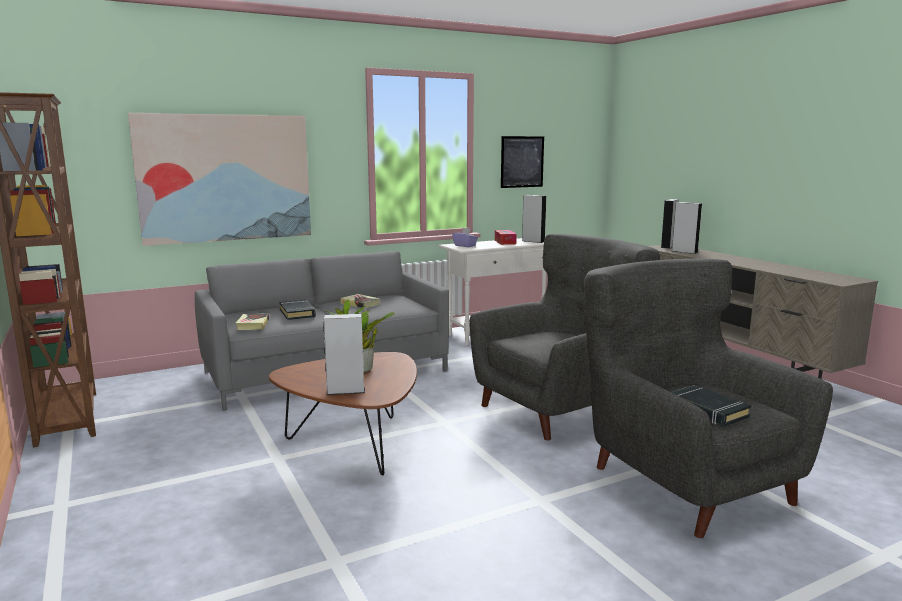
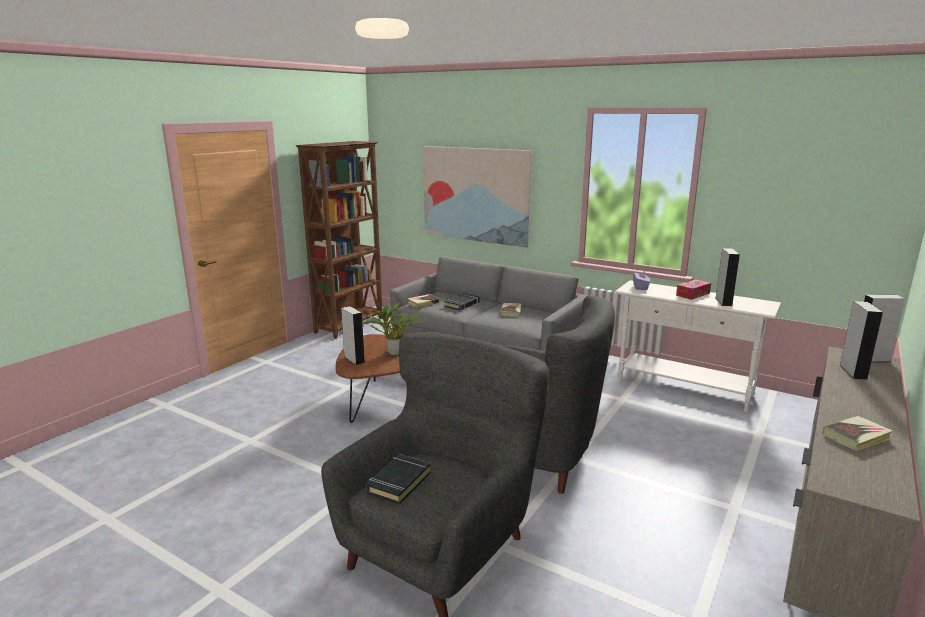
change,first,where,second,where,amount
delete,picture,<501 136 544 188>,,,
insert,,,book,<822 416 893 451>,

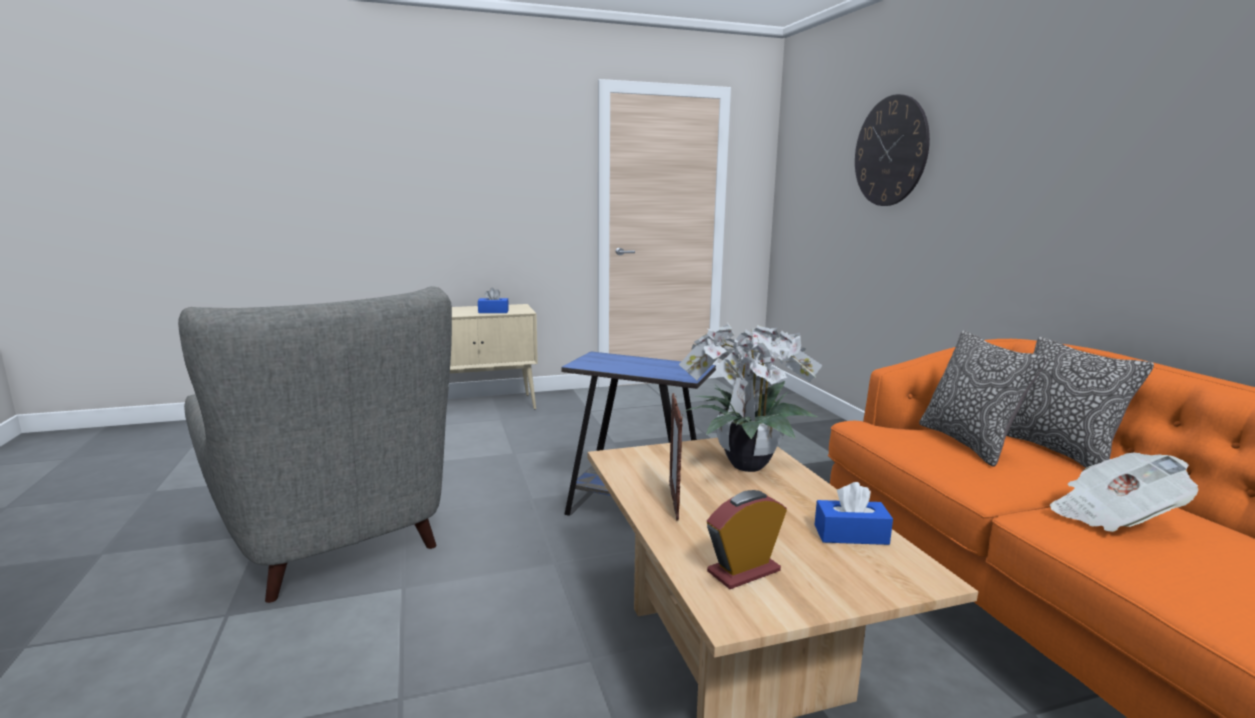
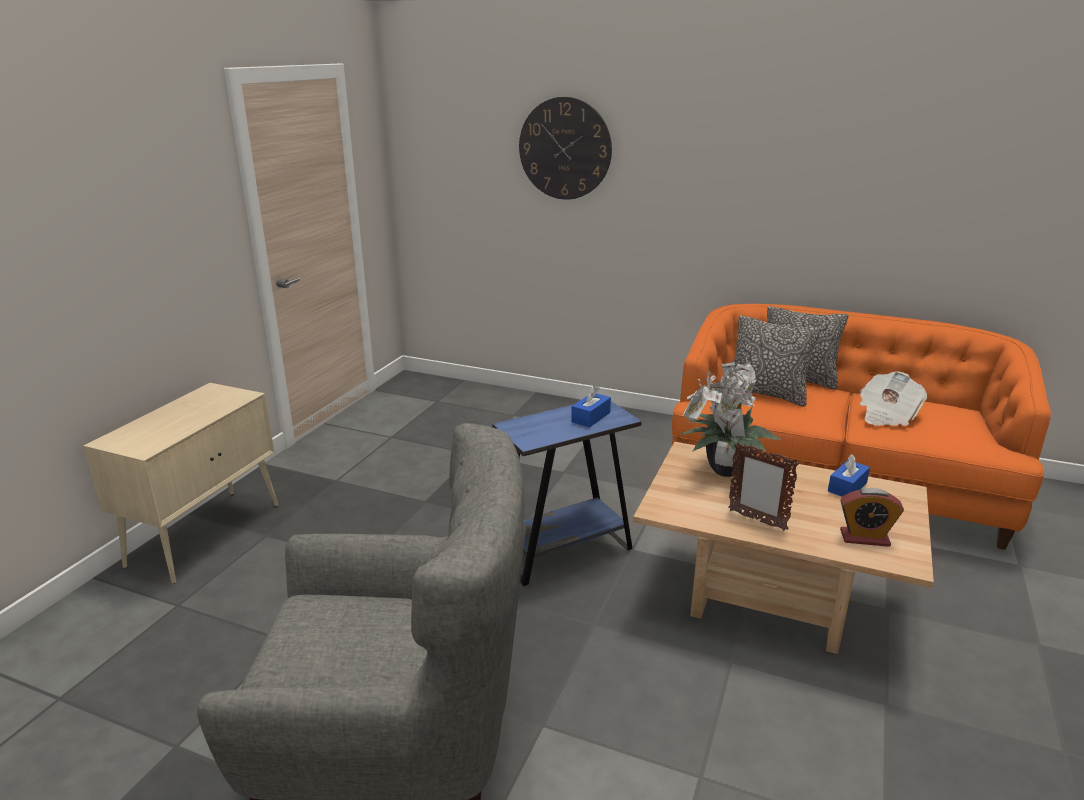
change,first,where,second,where,amount
move,blue tissue box,<478 288 509 313>,,<571 386 611 428>,
rotate,alarm clock,<707 490 787 589>,,<840 488 904 547>,90 degrees counterclockwise

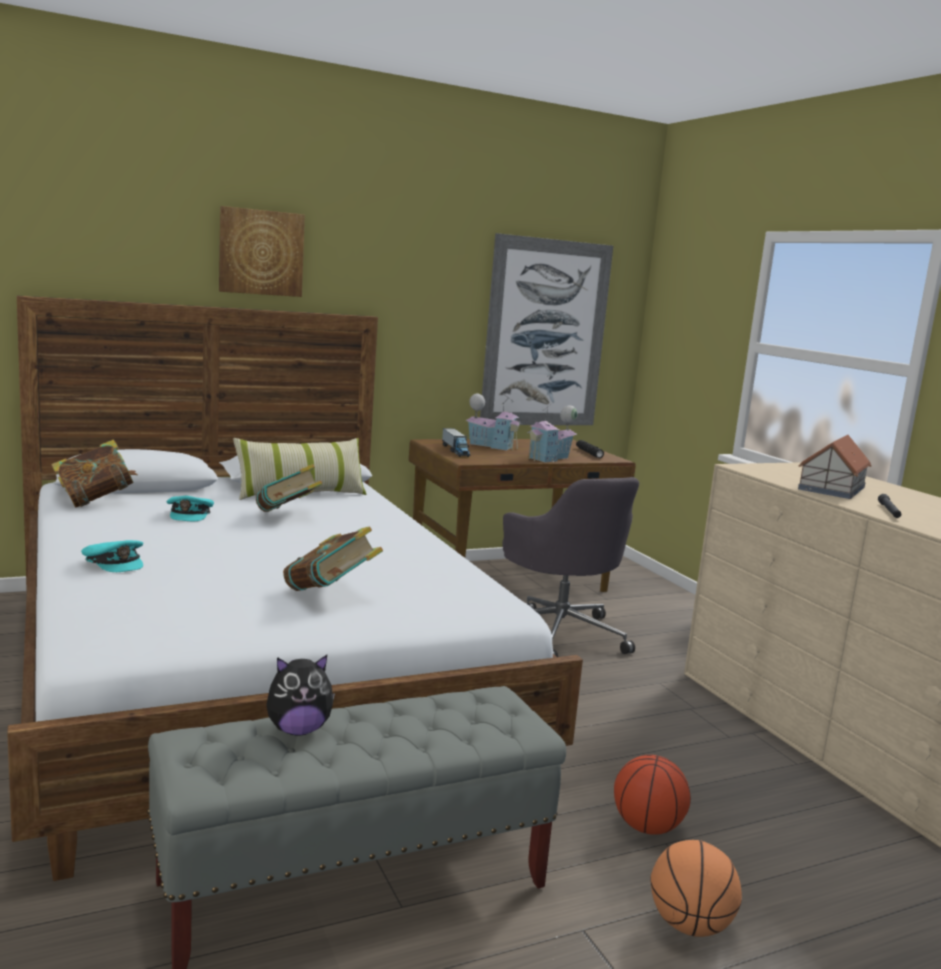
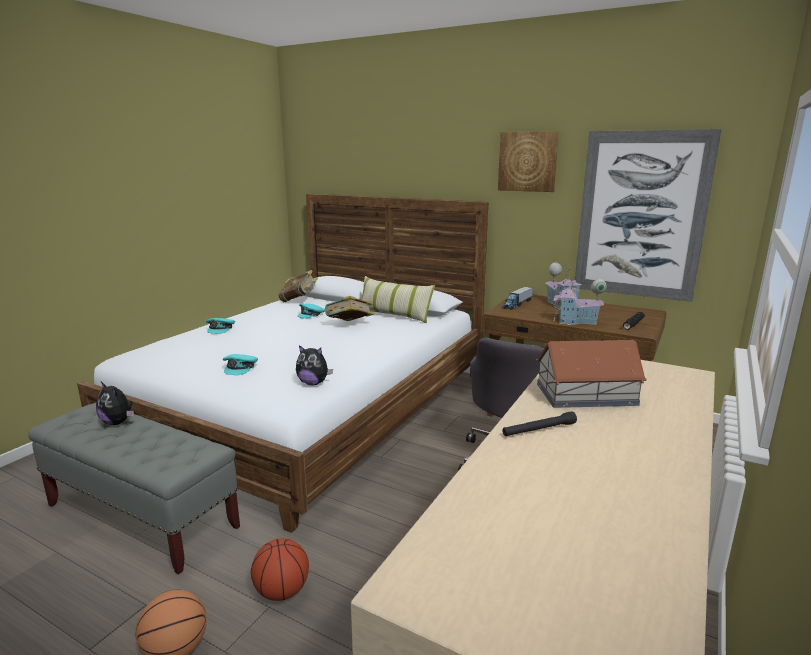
change,first,where,second,where,amount
move,picture,<219 206 305 297>,,<498 131 559 192>,
replace,book,<283 526 383 591>,turquoise cap,<223 354 258 375>,
insert,,,plush toy,<296 345 333 386>,

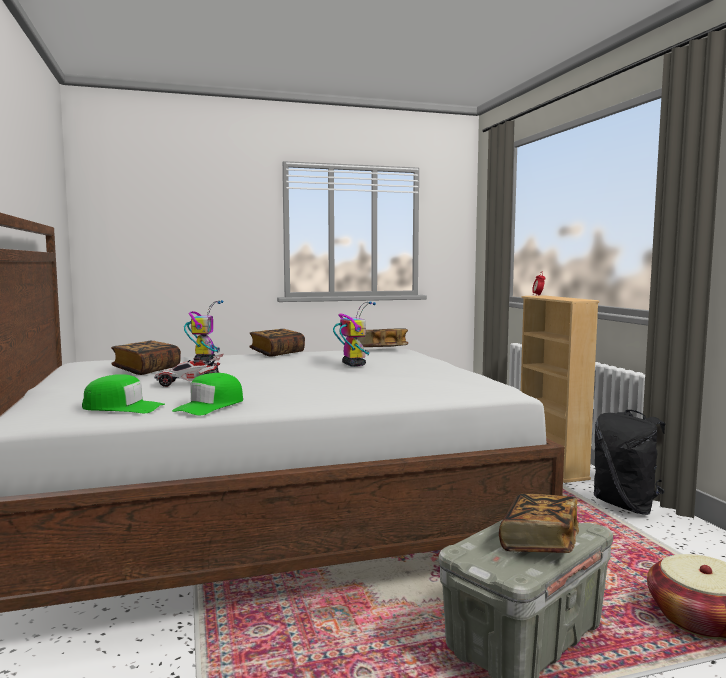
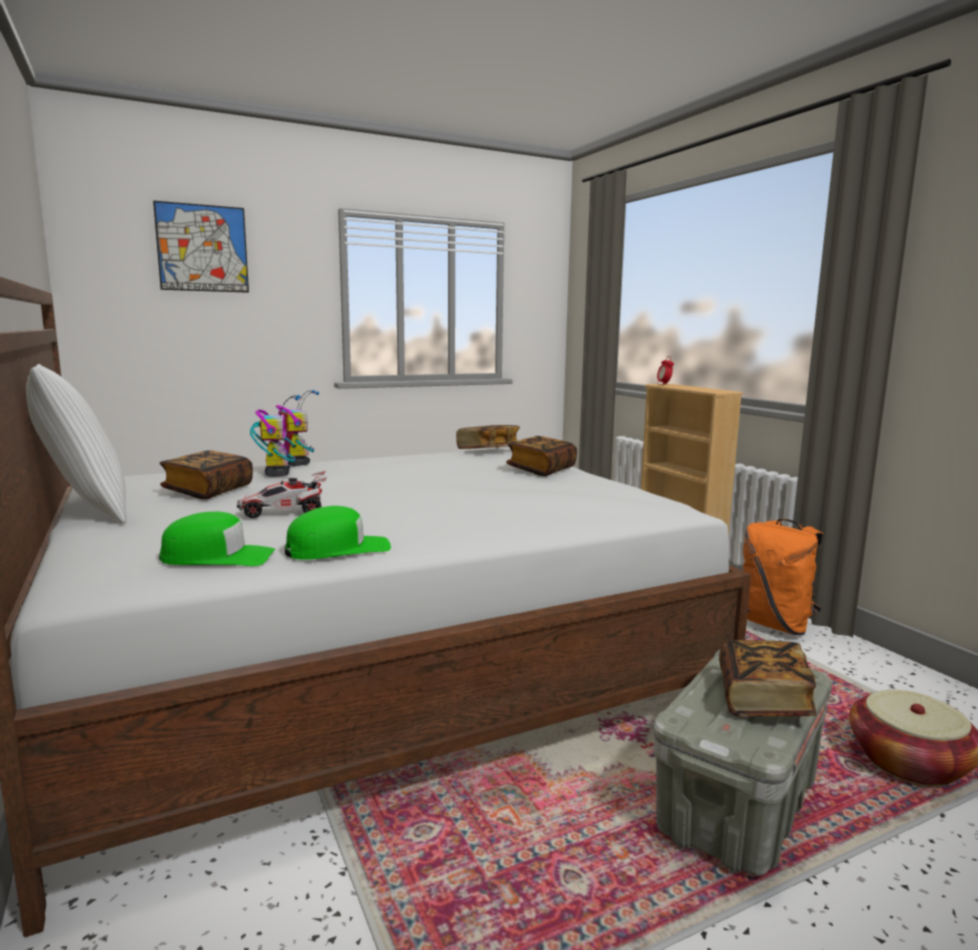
change,first,where,second,where,amount
rotate,green cap,<172 373 243 415>,,<285 506 391 560>,135 degrees counterclockwise
move,book,<249 329 305 357>,,<506 436 577 476>,
move,toy robot,<333 301 376 367>,,<276 390 319 466>,
recolor,black backpack,<594 410 665 515>,orange backpack,<743 519 823 635>,
insert,,,white pillow,<26 364 126 523>,
insert,,,picture,<153 201 249 293>,

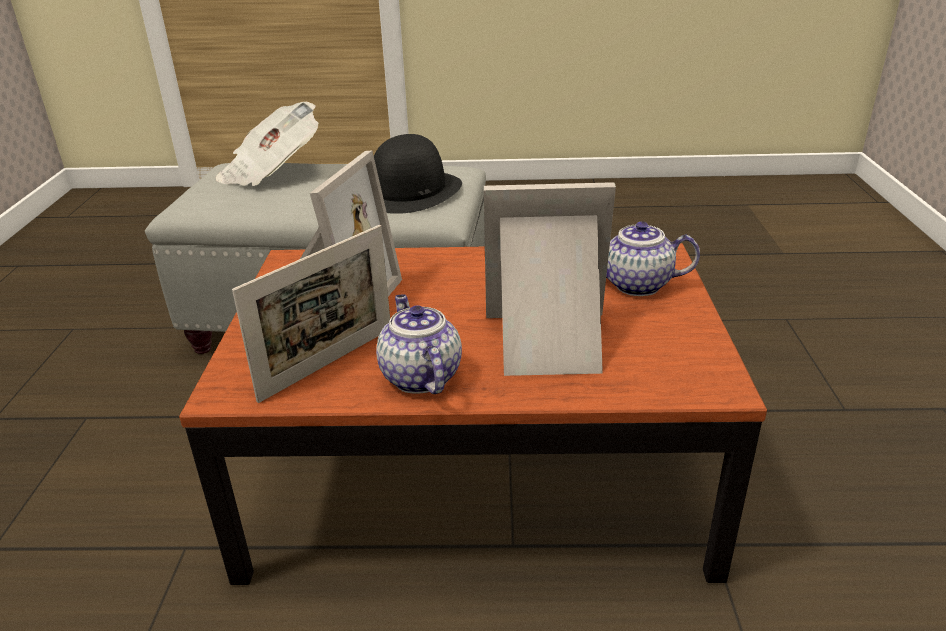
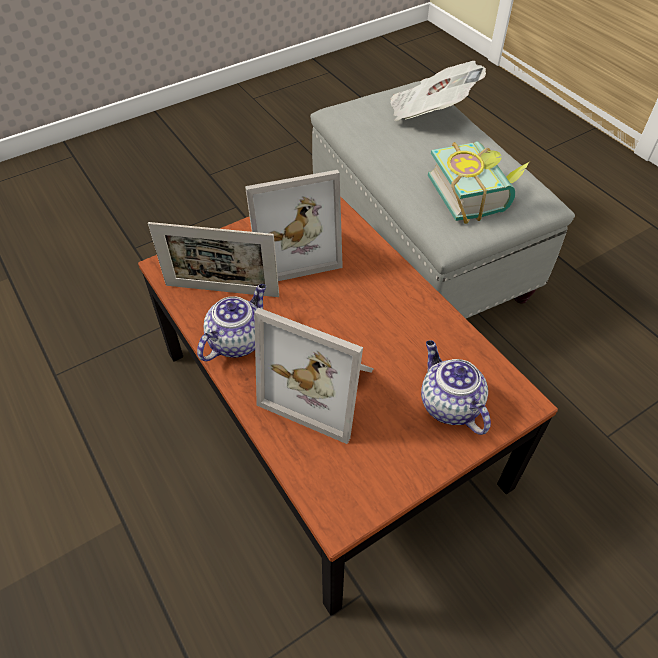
change,first,where,second,where,amount
replace,black hat,<374 134 462 214>,book,<428 141 529 224>,
rotate,picture frame,<484 182 616 376>,,<254 308 373 444>,150 degrees clockwise

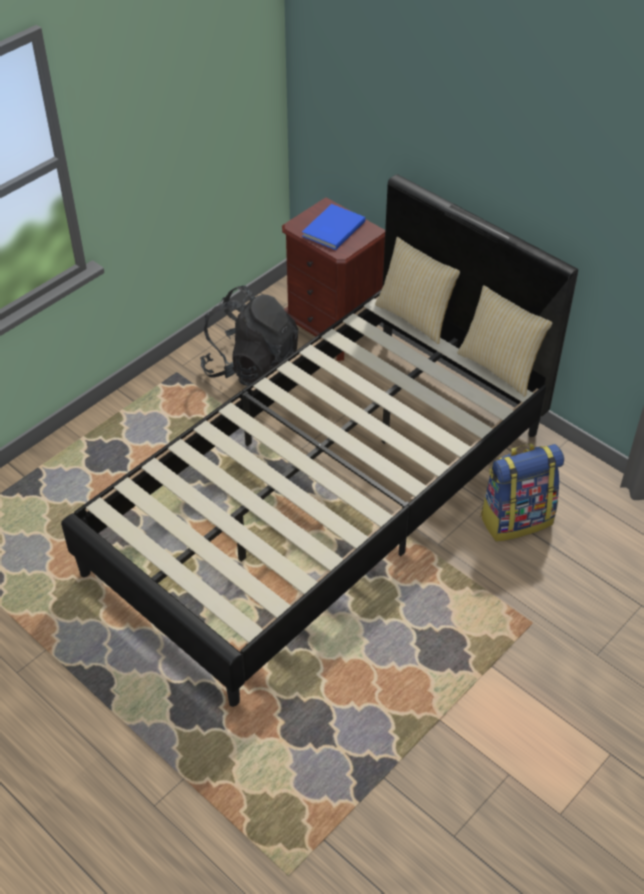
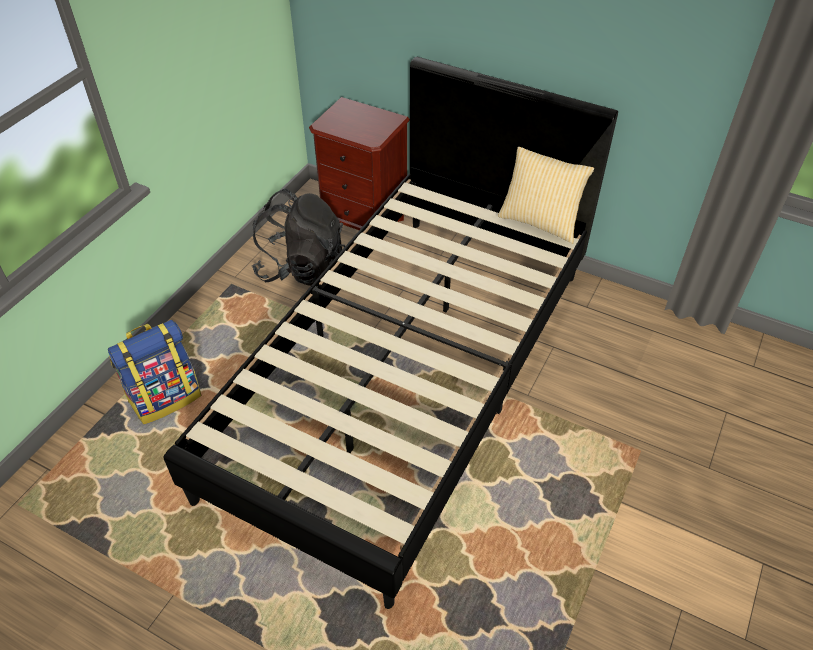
change,first,where,second,where,amount
delete,blue book,<302 204 366 250>,,,
delete,pillow,<375 237 460 344>,,,
move,backpack,<480 444 564 542>,,<108 320 201 424>,

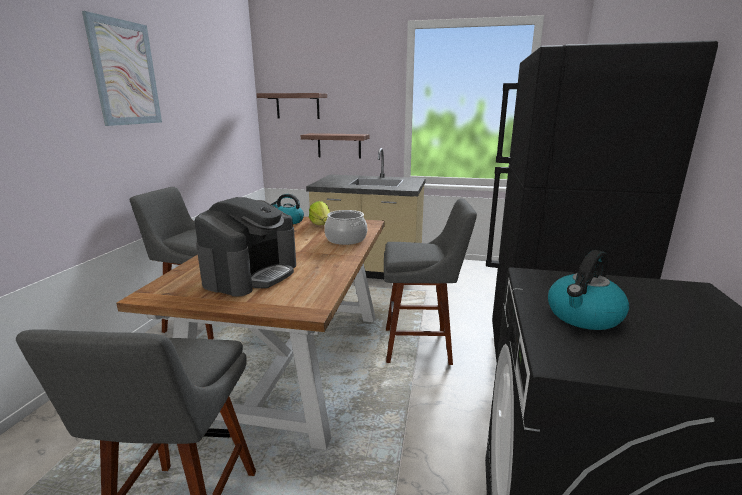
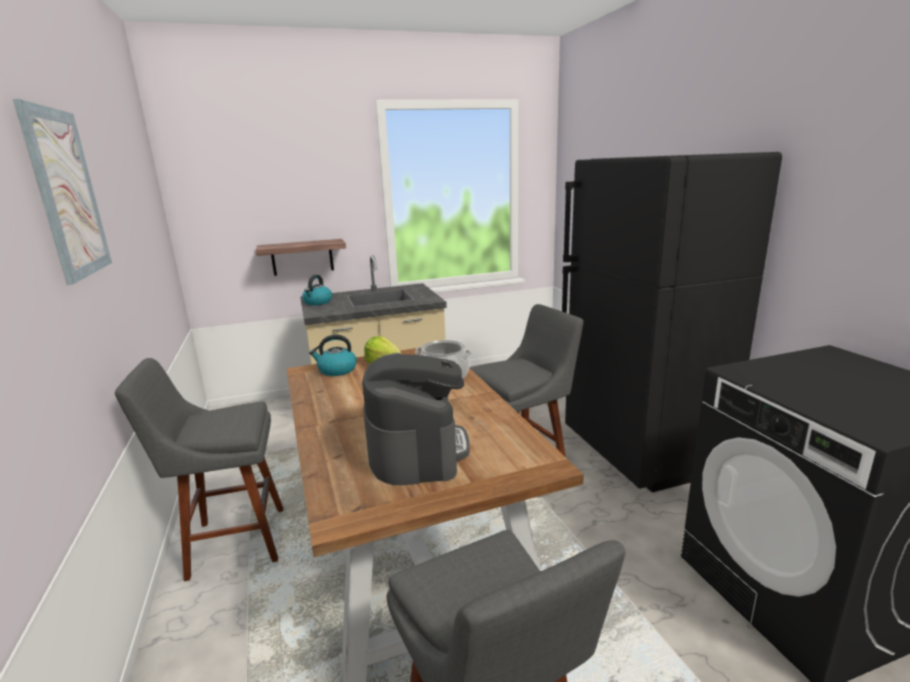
change,first,where,second,where,amount
delete,shelf,<257 93 327 119>,,,
move,kettle,<548 250 629 330>,,<302 275 332 305>,

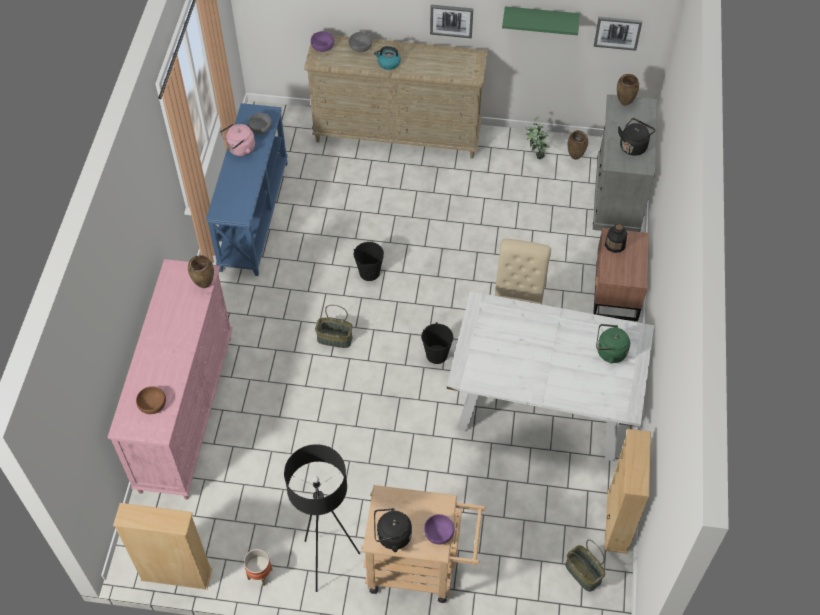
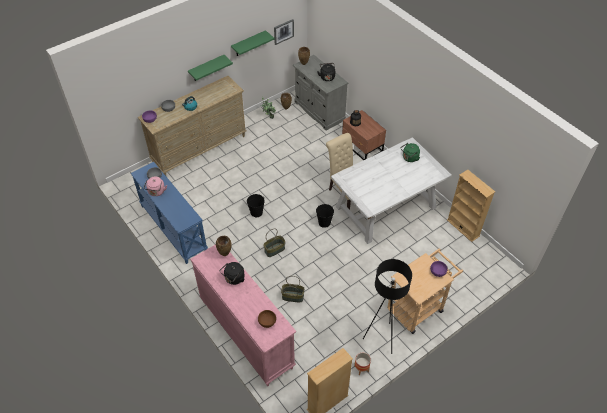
change,first,where,second,where,amount
move,black kettle,<374 508 412 552>,,<220 262 245 285>,
replace,picture,<430 5 473 38>,green shelf,<188 55 233 81>,
move,basket,<565 539 605 592>,,<281 276 304 302>,

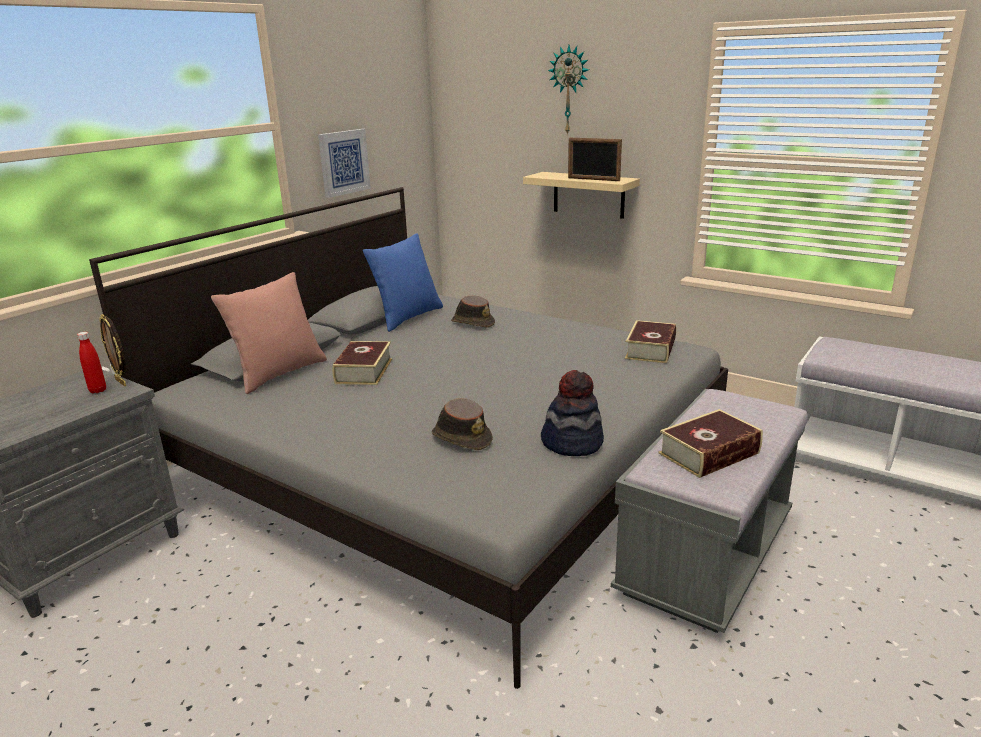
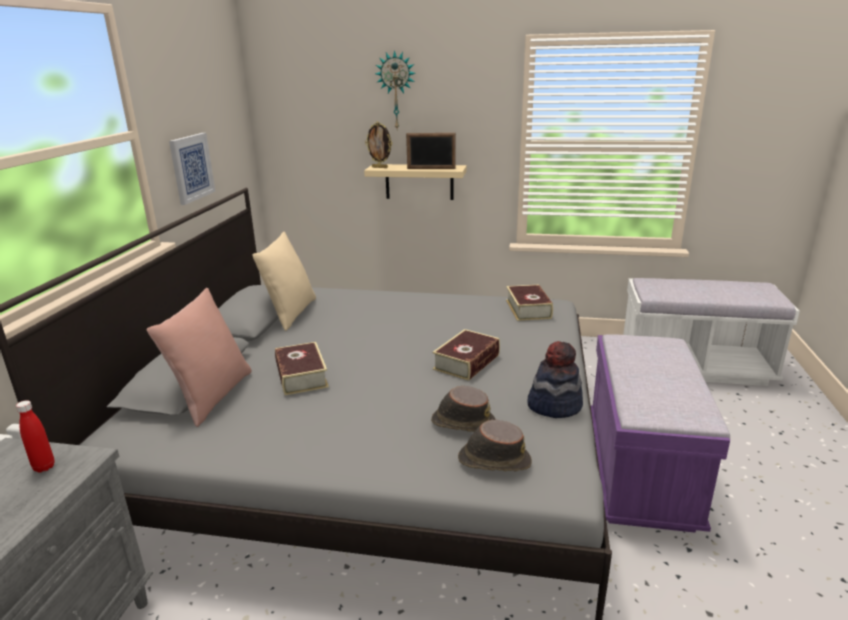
change,first,where,second,where,amount
move,picture frame,<99 314 126 386>,,<365 122 393 168>,
recolor,blue pillow,<363 233 443 332>,beige pillow,<252 232 316 331>,
move,brown hat,<451 295 495 328>,,<458 420 532 471>,
recolor,grey bench,<611 389 808 633>,purple bench,<590 334 730 533>,
move,book,<658 409 763 478>,,<432 329 500 381>,

